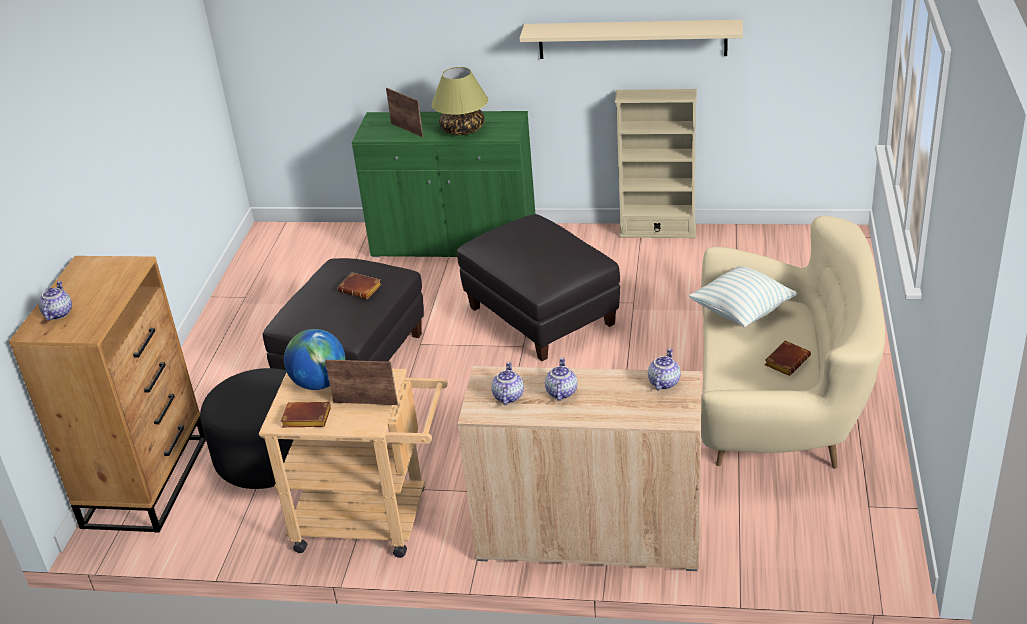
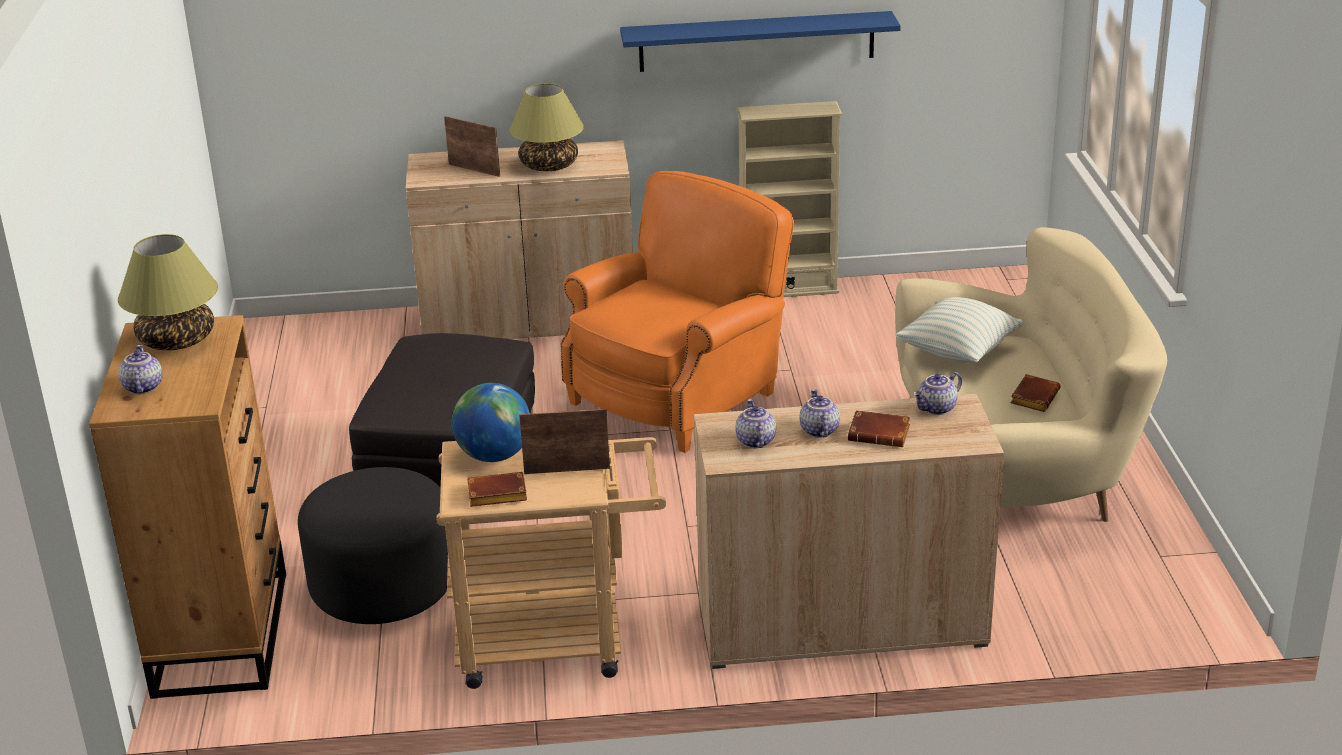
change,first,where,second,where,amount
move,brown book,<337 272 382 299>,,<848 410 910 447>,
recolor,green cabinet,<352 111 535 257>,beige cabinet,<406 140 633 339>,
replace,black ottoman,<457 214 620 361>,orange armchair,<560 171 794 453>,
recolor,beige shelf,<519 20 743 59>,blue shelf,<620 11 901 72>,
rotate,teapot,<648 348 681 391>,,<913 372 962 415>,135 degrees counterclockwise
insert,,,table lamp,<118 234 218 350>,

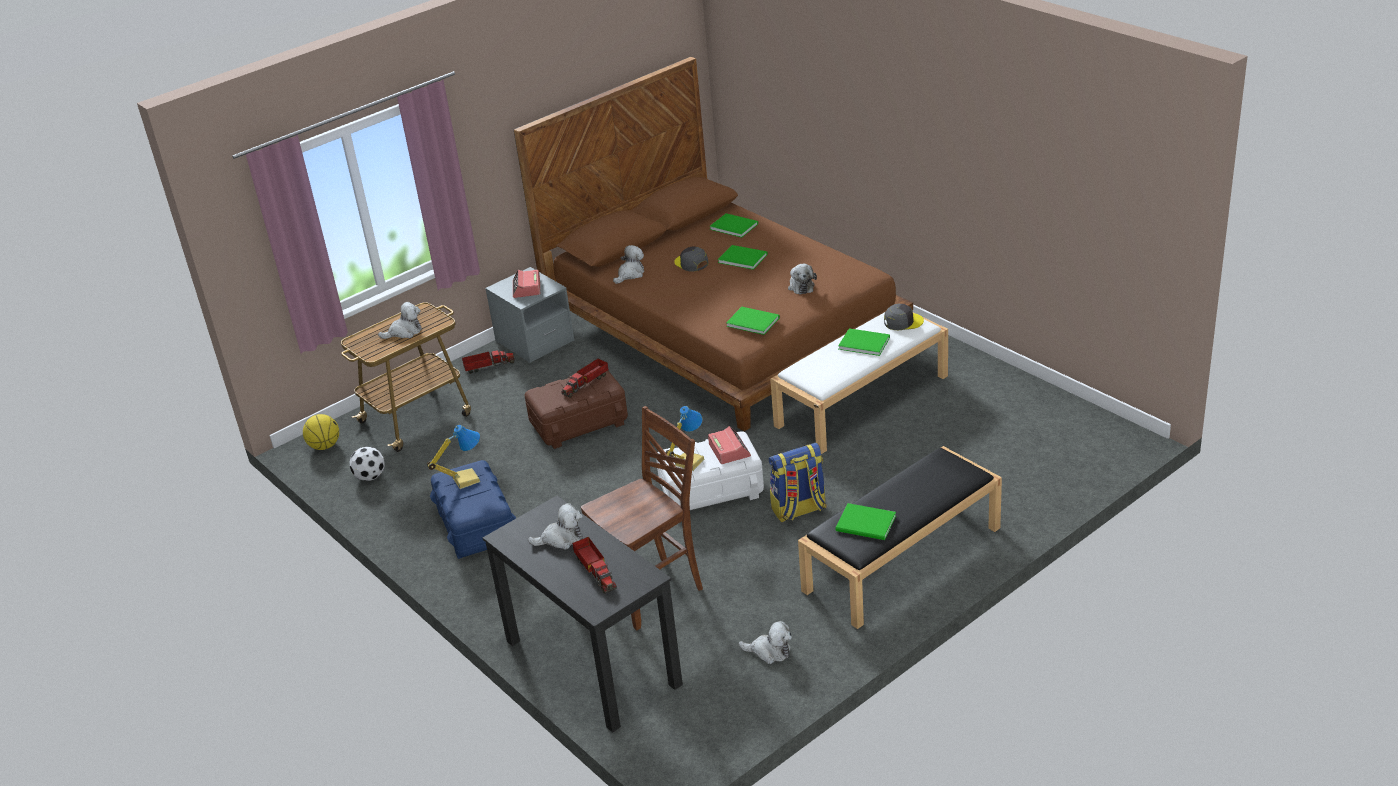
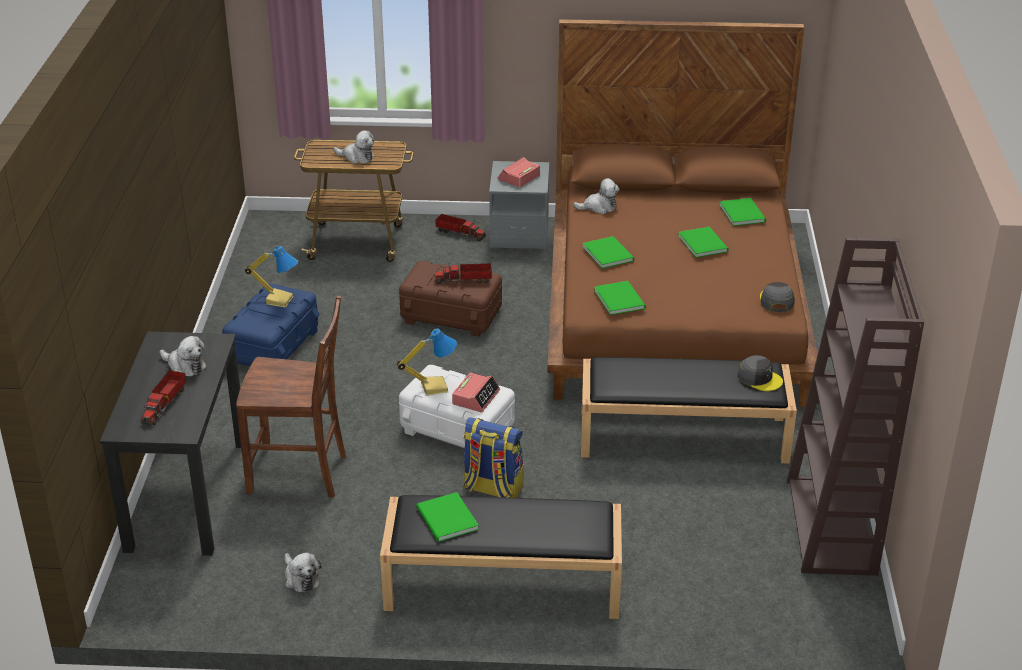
change,first,where,second,where,amount
delete,basketball,<303 414 339 450>,,,
delete,football,<350 447 385 481>,,,
move,grey cap,<674 246 709 271>,,<760 282 795 312>,
recolor,white bench,<770 312 948 454>,black bench,<581 357 797 464>,
delete,plush toy,<788 264 817 295>,,,
move,green book,<838 328 890 356>,,<583 236 634 268>,
insert,,,brown bookcase,<787 238 924 576>,

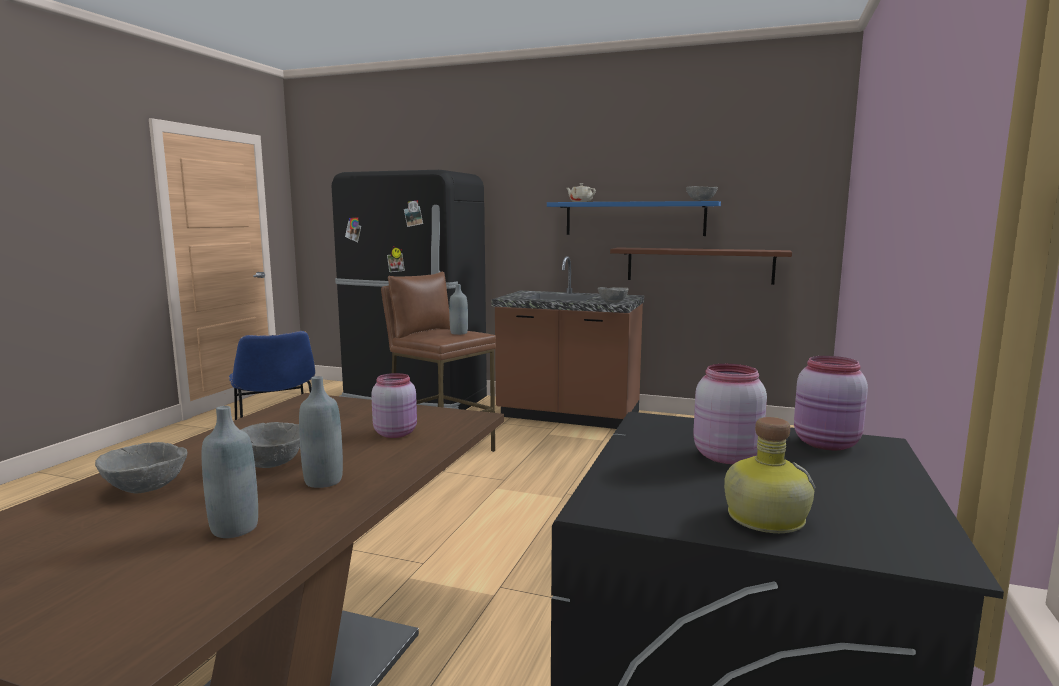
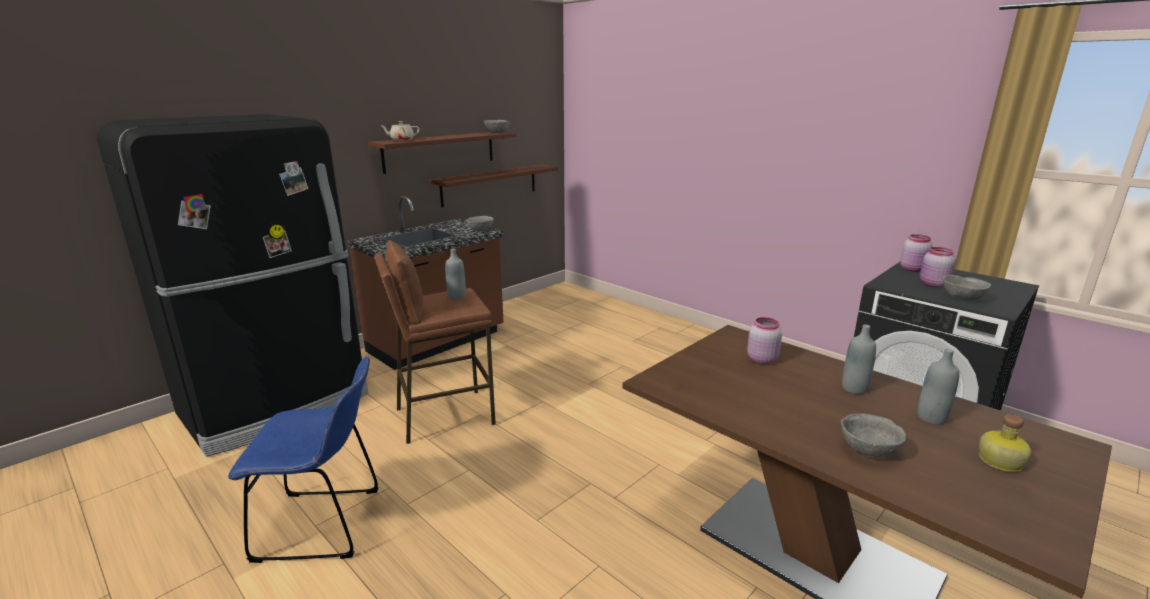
change,first,where,second,where,amount
move,grey bowl,<241 422 300 468>,,<942 275 991 301>,
recolor,blue shelf,<547 201 721 236>,brown shelf,<368 132 517 174>,
move,bottle,<724 417 816 533>,,<979 415 1031 472>,

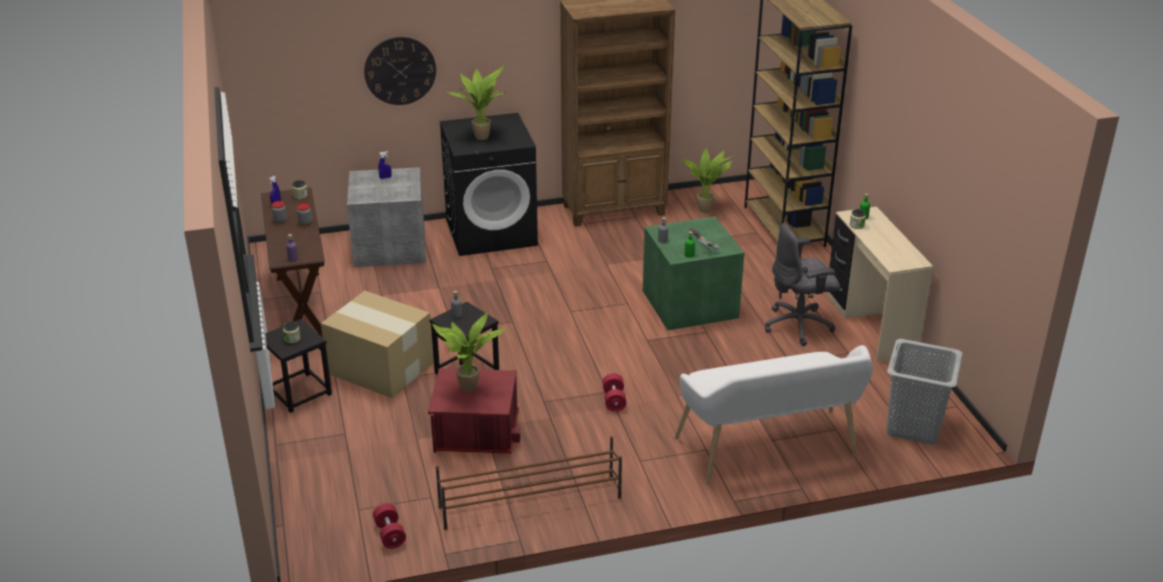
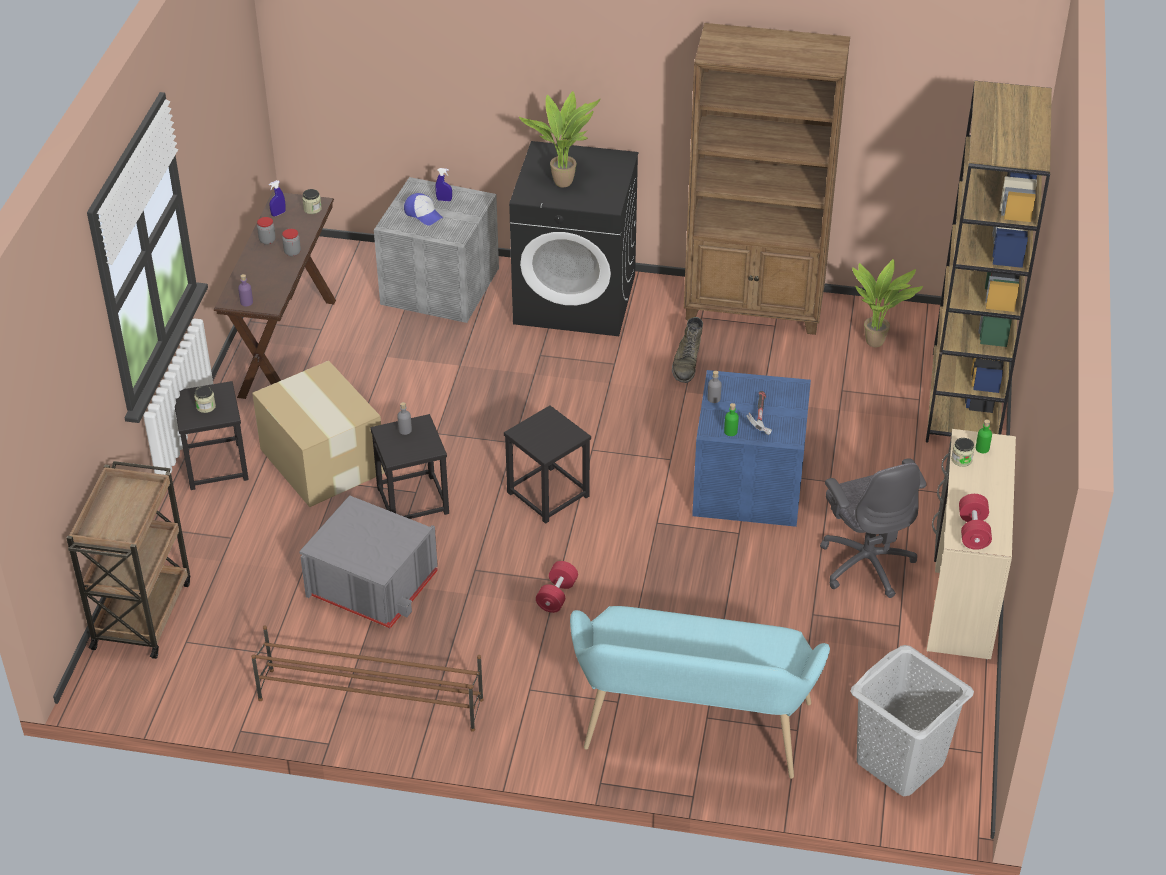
change,first,where,second,where,amount
delete,wall clock,<364 37 436 105>,,,
move,red dumbbell,<373 503 406 548>,,<959 494 992 550>,
recolor,red storage box,<428 368 521 454>,grey storage box,<299 495 438 628>,
delete,potted plant,<433 312 505 392>,,,
recolor,green storage box,<643 216 744 330>,blue storage box,<692 370 811 527>,
recolor,white bench,<675 345 873 484>,turquoise bench,<570 606 830 779>,
rotate,grey office chair,<765 223 840 346>,,<820 458 927 598>,120 degrees counterclockwise
insert,,,brown cart,<66 461 190 659>,
insert,,,cap,<404 193 443 226>,
insert,,,black stool,<504 405 591 524>,
insert,,,green boot,<672 317 703 383>,

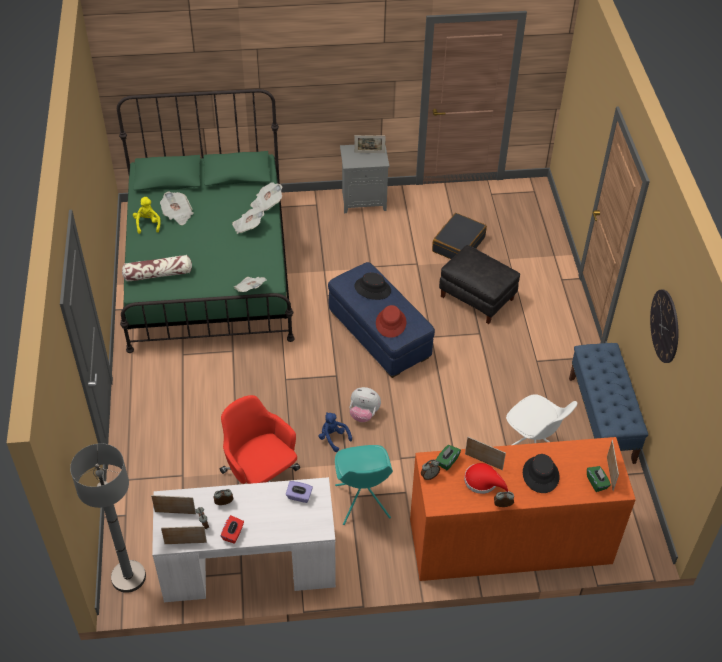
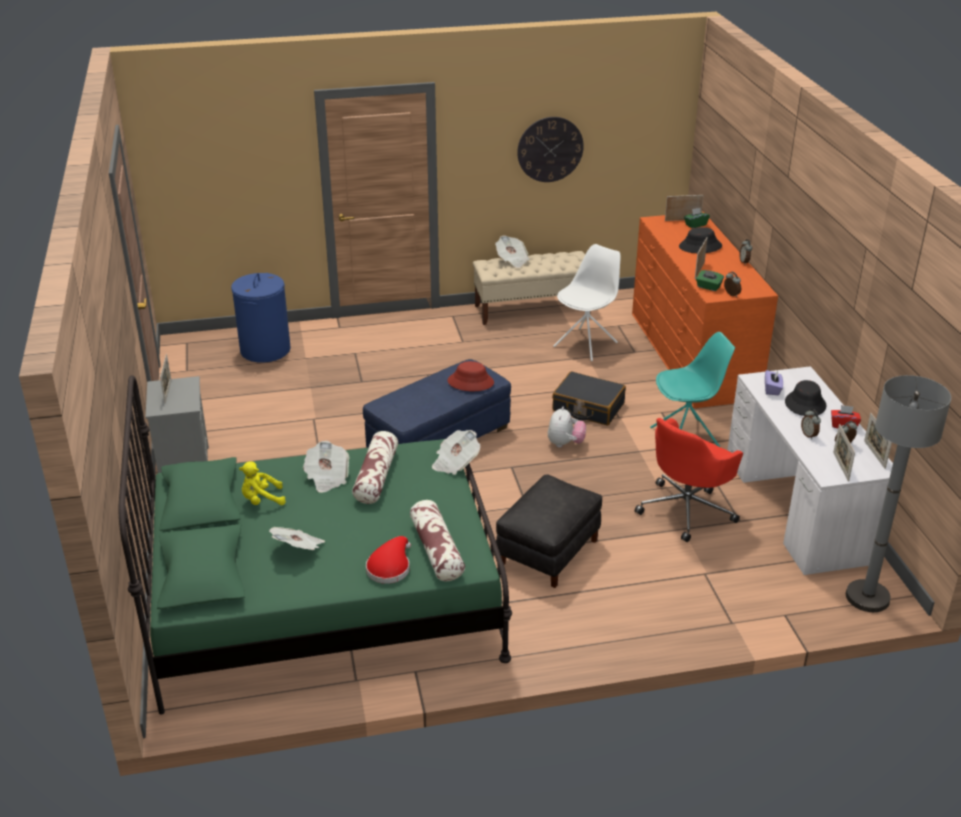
change,first,where,second,where,amount
move,yellow plush toy,<133 197 161 234>,,<239 461 286 505>,
move,newspaper,<250 182 282 211>,,<495 235 530 268>,
delete,blue plush toy,<319 412 352 452>,,,
move,black hat,<355 272 391 300>,,<785 380 826 416>,
move,black suitcase,<432 213 487 259>,,<552 371 626 426>,
move,black ottoman,<439 245 520 324>,,<496 474 602 588>,
move,red hat,<464 463 509 494>,,<366 536 411 584>,
recolor,blue bench,<569 343 648 464>,beige bench,<473 251 591 325>,
insert,,,blue laundry basket,<231 273 291 363>,
insert,,,pillow,<352 431 398 504>,

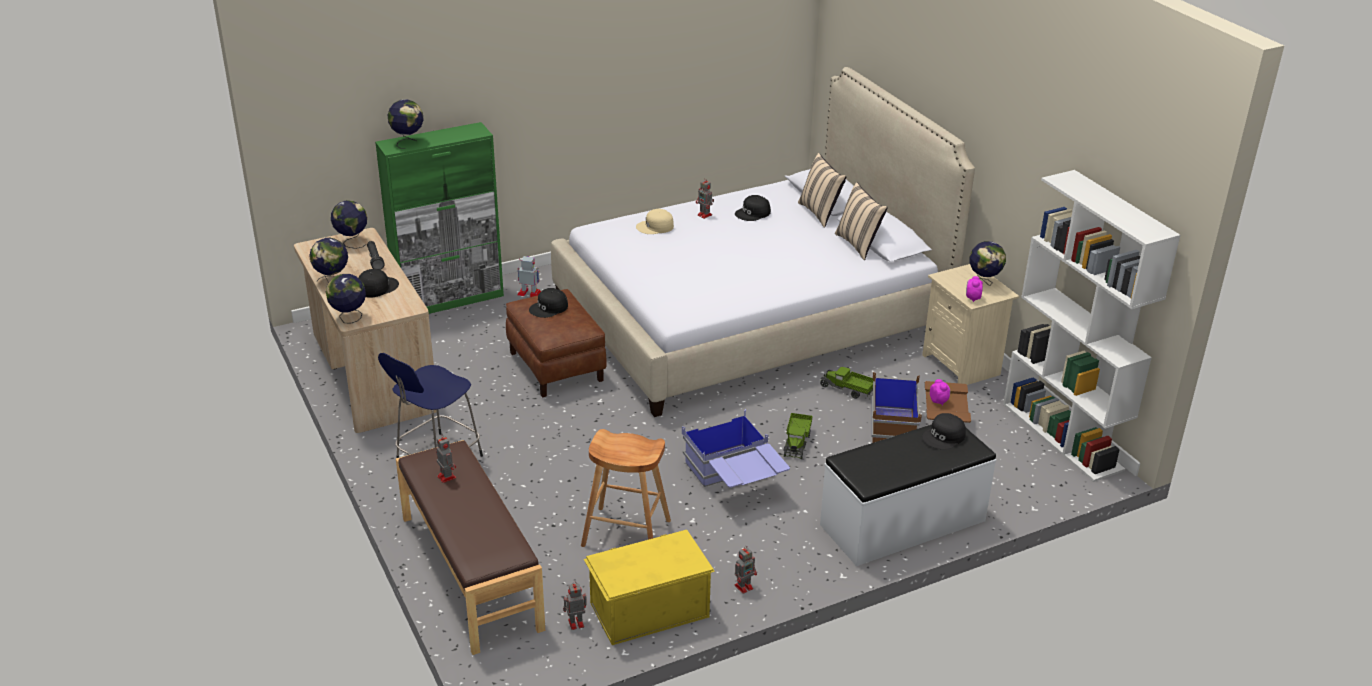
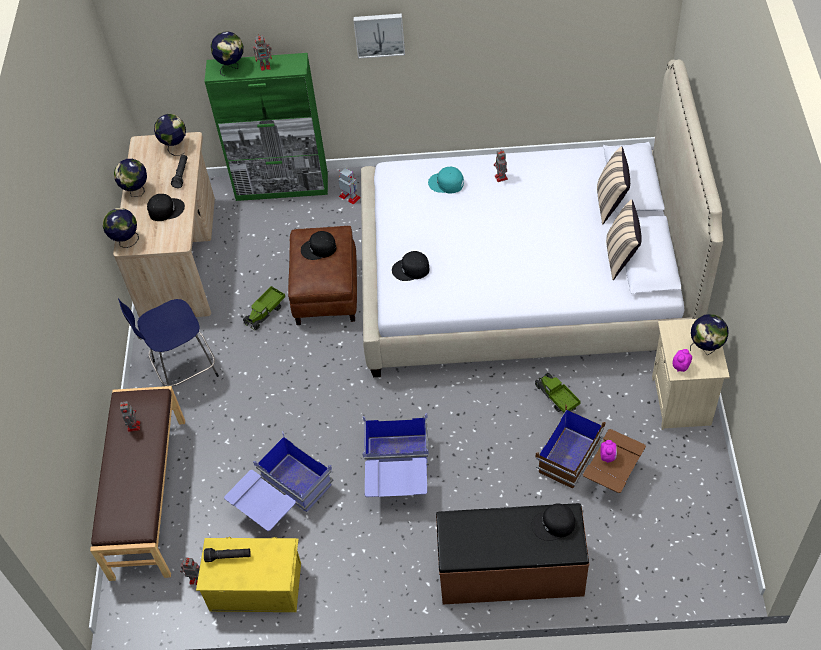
change,first,where,second,where,amount
replace,brown stool,<581 429 671 547>,blue storage box,<224 431 333 531>,
recolor,beige cap,<636 209 674 234>,turquoise cap,<428 167 464 193>,
move,black cap,<735 195 771 221>,,<392 251 429 281>,
move,toy robot,<735 546 757 594>,,<253 34 272 71>,
move,toy truck,<783 413 812 459>,,<243 286 285 330>,
recolor,white bench,<820 425 996 566>,brown bench,<436 503 589 605>,
delete,white bookcase,<1003 170 1180 482>,,,
insert,,,black flashlight,<204 548 251 562>,
insert,,,picture,<353 14 405 59>,

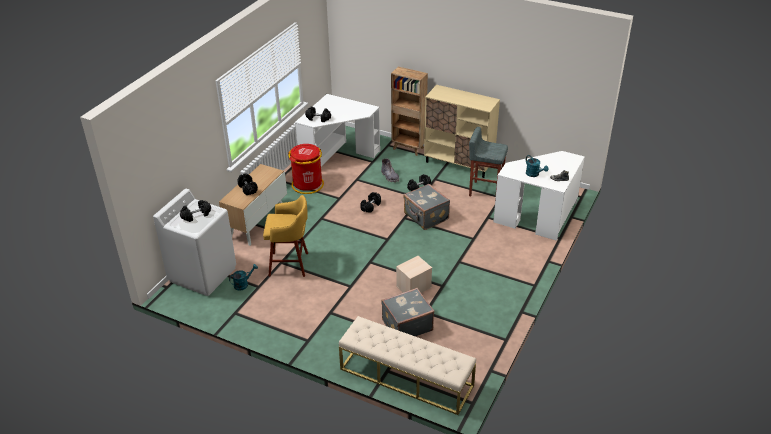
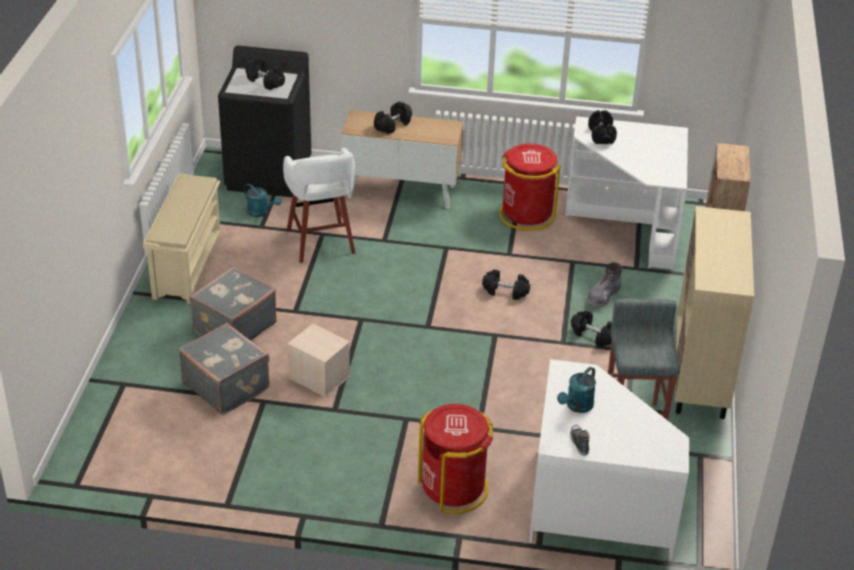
change,first,where,second,where,amount
recolor,white washing machine,<153 189 236 296>,black washing machine,<218 46 311 197>,
recolor,yellow stool,<263 195 308 277>,white stool,<283 147 355 263>,
delete,beige bench,<339 316 476 415>,,,
move,grey suitcase,<404 184 450 230>,,<189 267 277 341>,
insert,,,beige shoe rack,<143 174 221 304>,
insert,,,red trash can,<418 404 493 514>,

